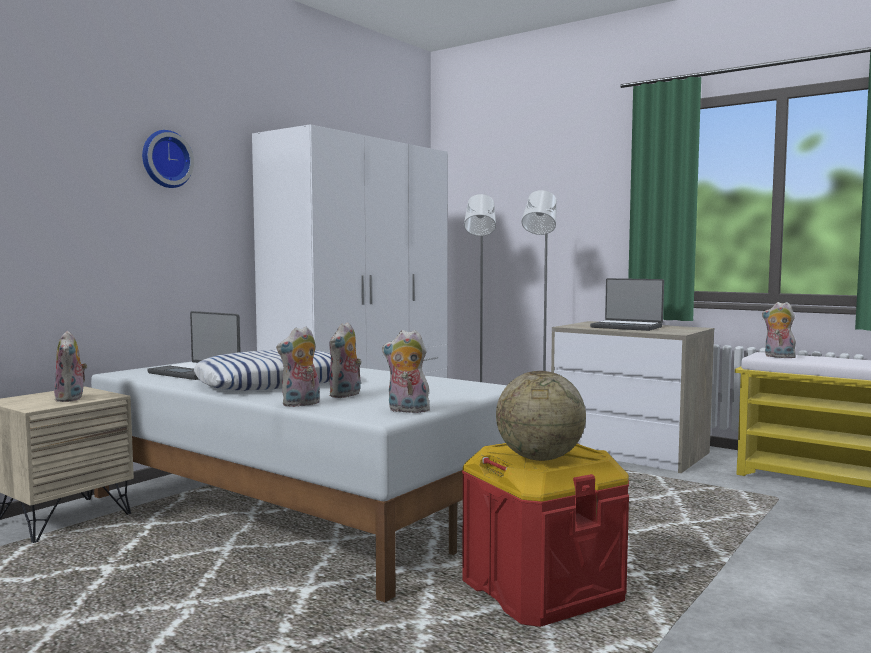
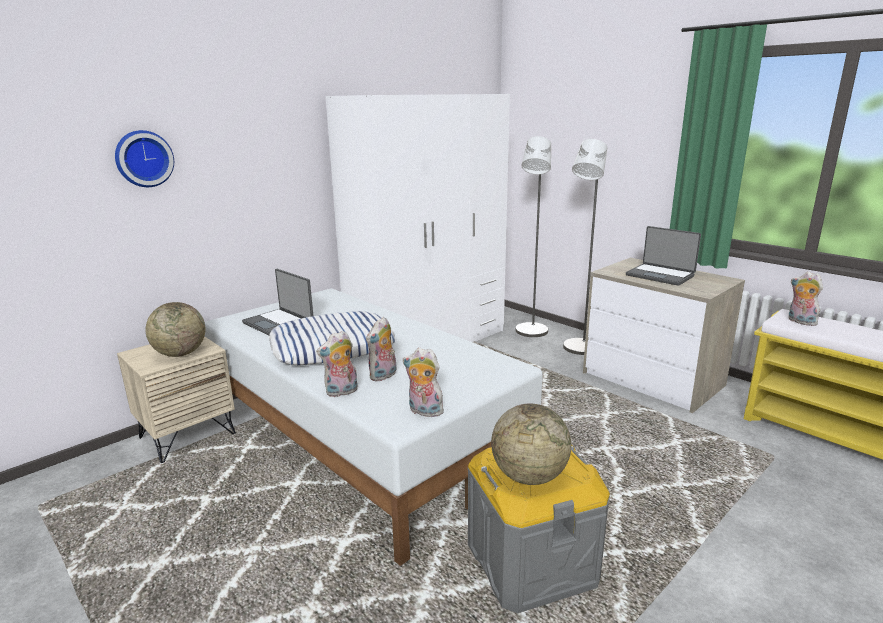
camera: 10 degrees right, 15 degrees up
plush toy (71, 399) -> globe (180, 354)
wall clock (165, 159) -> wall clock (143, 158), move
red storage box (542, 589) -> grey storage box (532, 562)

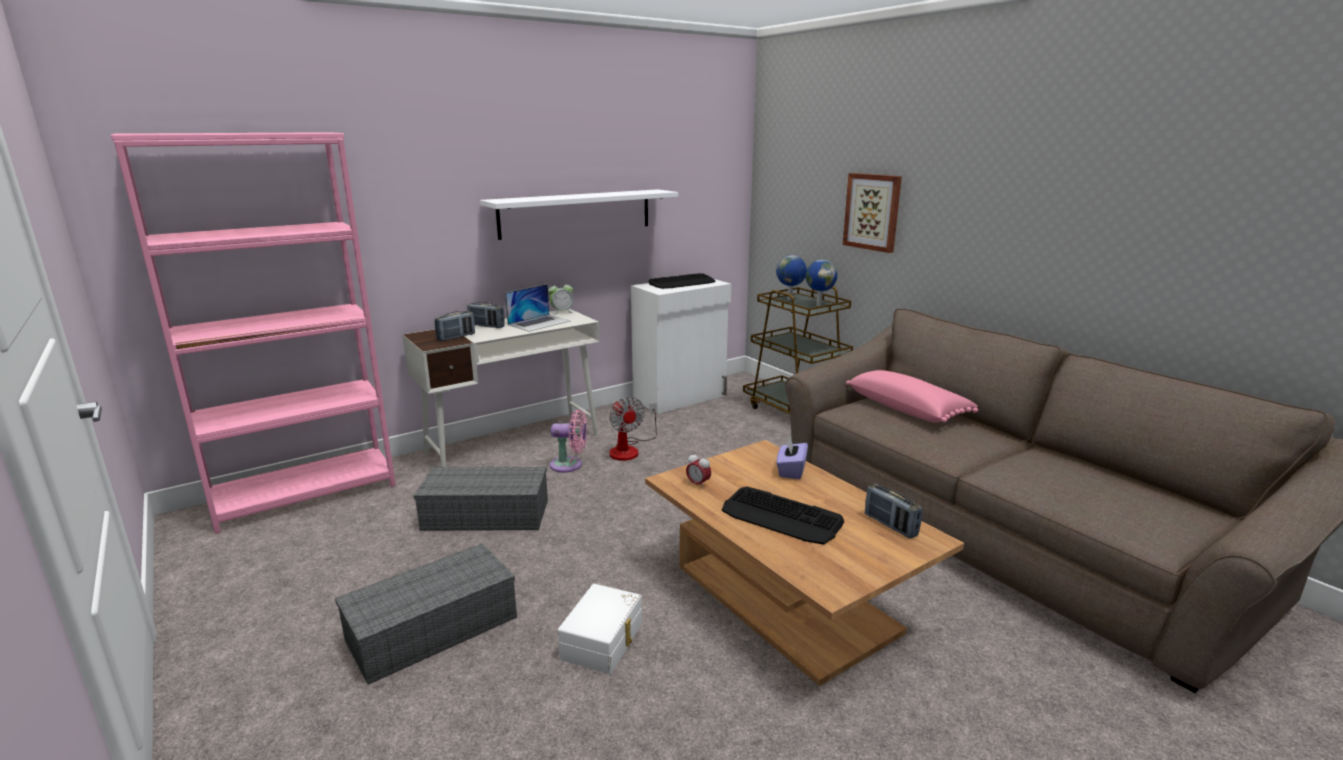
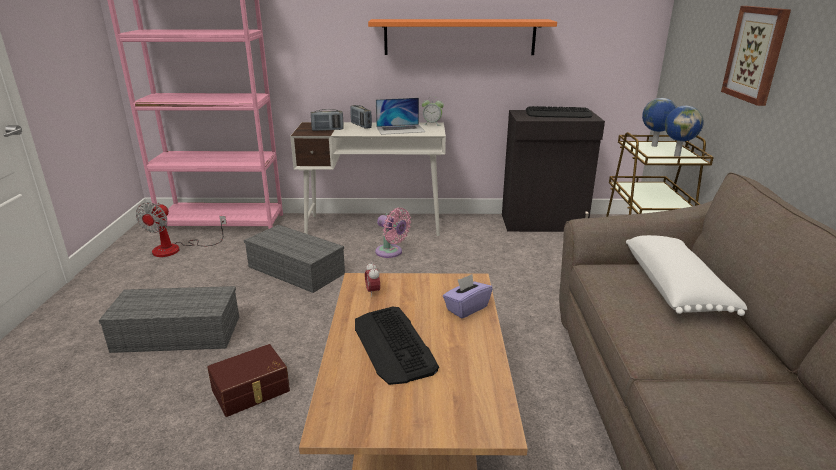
camera: 35 degrees right, 5 degrees up
white shelf (576, 213) -> orange shelf (459, 37)
white storage box (604, 641) -> brown storage box (251, 391)
fan (629, 449) -> fan (176, 249), move
white cabinet (681, 398) -> black cabinet (544, 223)
pink pillow (907, 409) -> white pillow (676, 288)
radio (890, 525) -> none

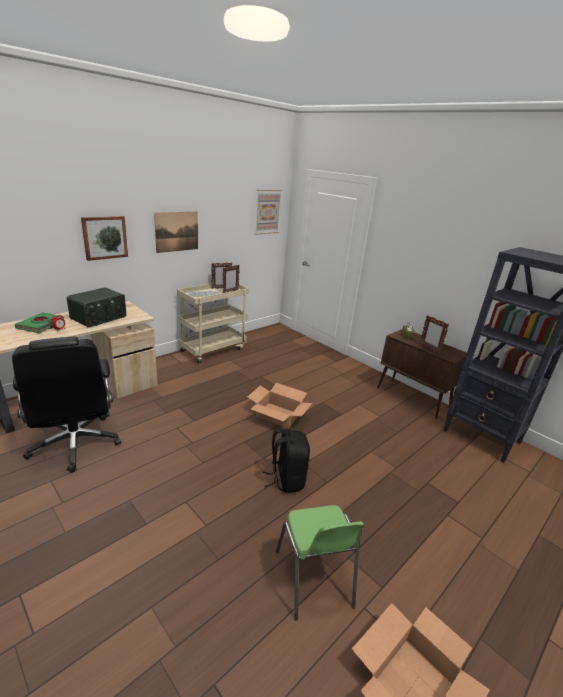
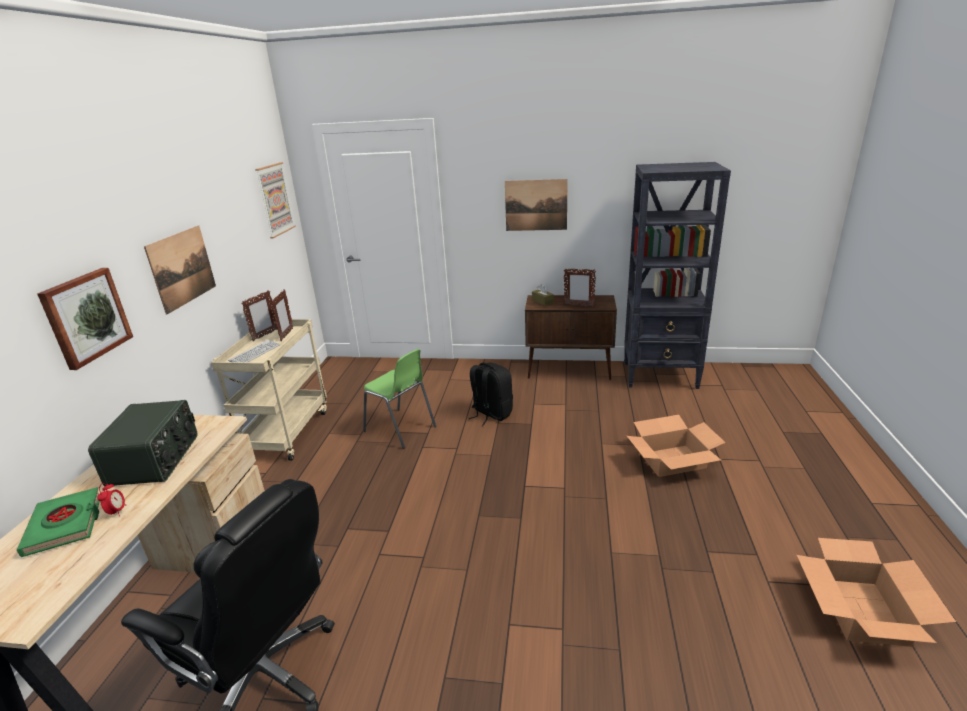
camera: 35 degrees left, 0 degrees up
cardboard box (278, 415) -> cardboard box (672, 460), move
black backpack (286, 479) -> black backpack (491, 414), move
green chair (313, 579) -> green chair (400, 429), move
none -> picture (536, 205)

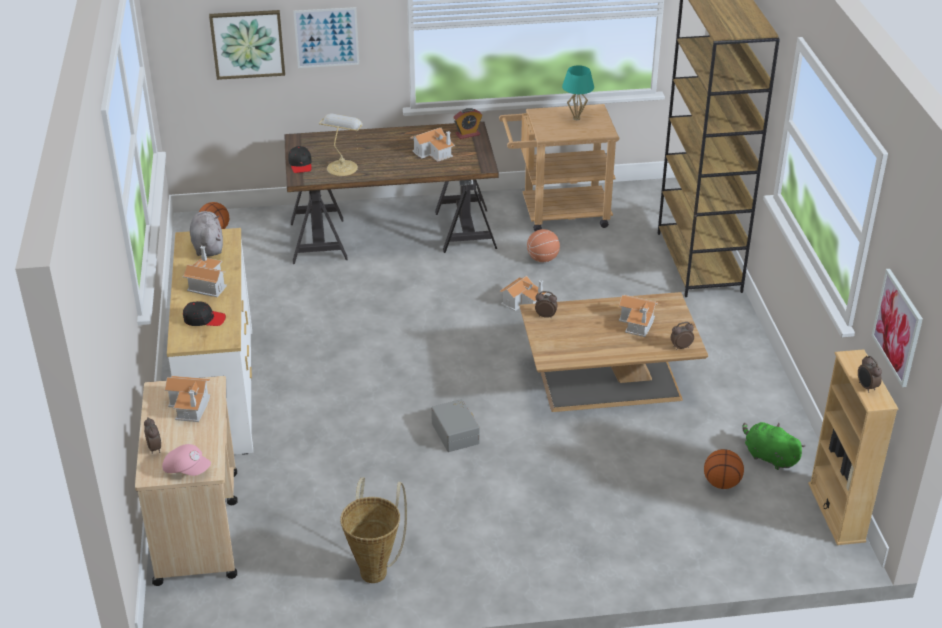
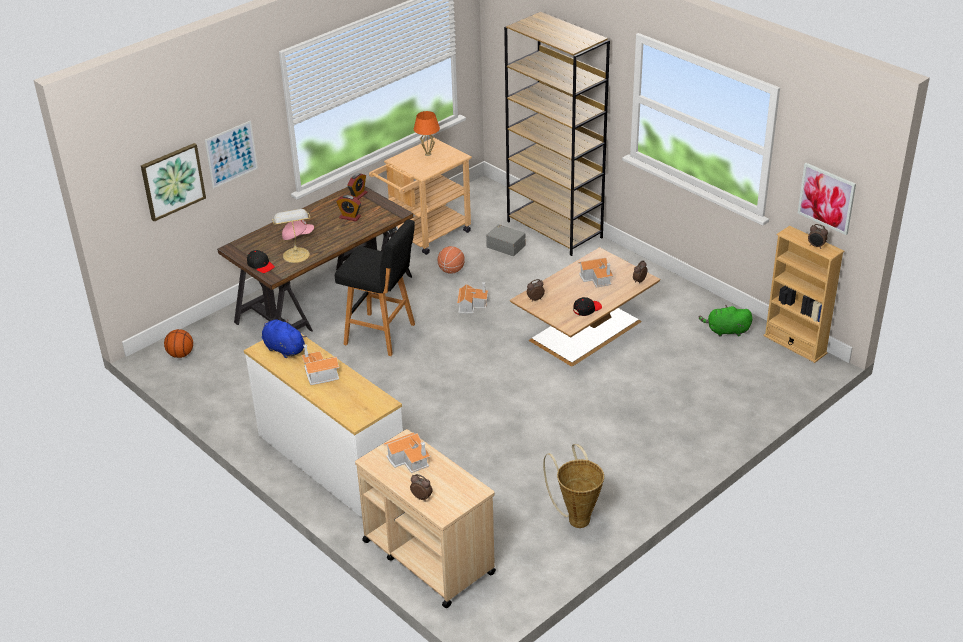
camera: 35 degrees left, 0 degrees up
pink cap (187, 469) -> pink cap (297, 235), move
black cap (204, 319) -> black cap (587, 309), move
grey plush toy (208, 246) -> blue plush toy (283, 348)
toy house (434, 152) -> alarm clock (350, 217)
grey storage box (456, 433) -> grey storage box (506, 245), move
turquoise table lamp (576, 118) -> orange table lamp (428, 154)
basketball (721, 483) -> none
none -> black stool (382, 335)

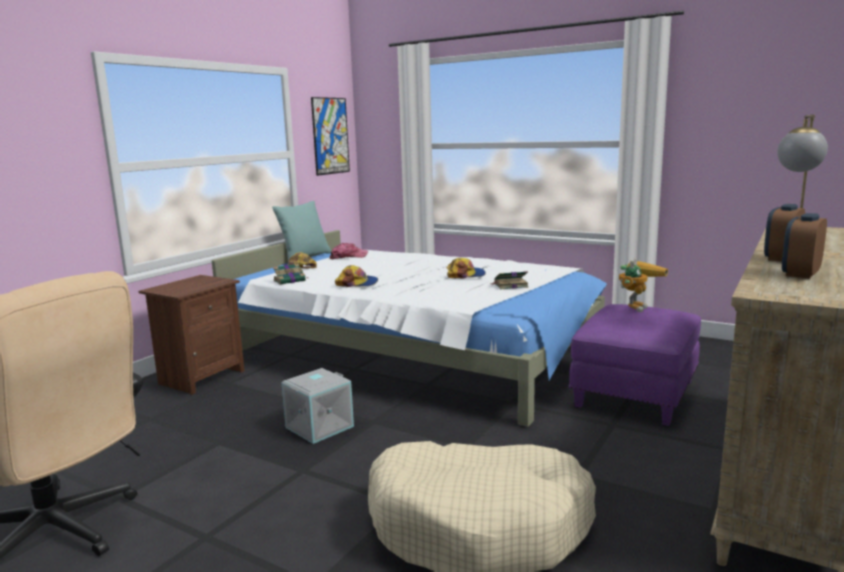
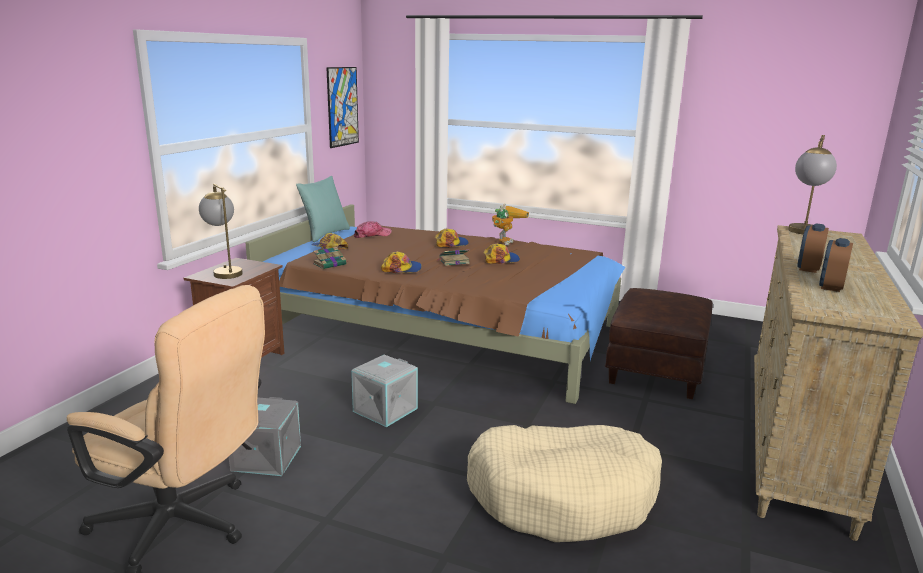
camera: 10 degrees left, 5 degrees up
white bed (413, 353) -> brown bed (444, 331)
book (510, 285) -> book (453, 261), move
purple ottoman (634, 393) -> brown ottoman (655, 368)
toy robot (636, 306) -> toy robot (505, 241), move
none -> table lamp (224, 272)
none -> grey storage box (265, 458)
none -> cap (451, 243)

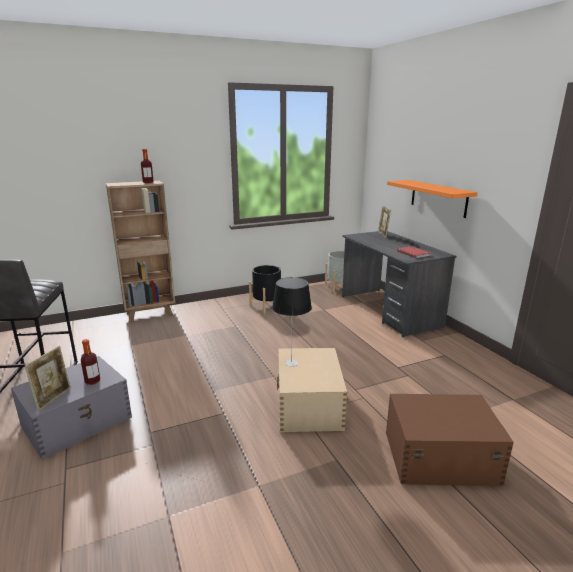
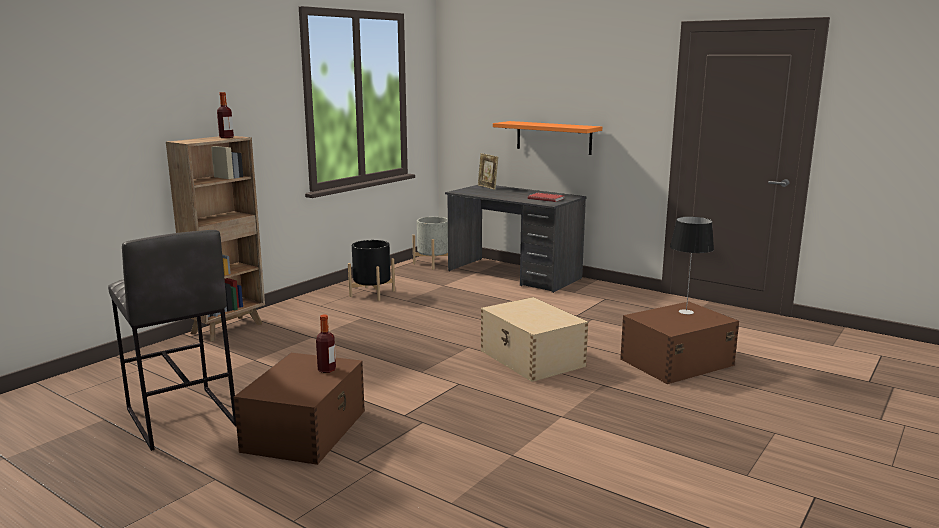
camera: 30 degrees left, 5 degrees down
grey storage box (78, 421) -> brown storage box (306, 430)
picture frame (53, 398) -> none
table lamp (292, 363) -> table lamp (686, 312), move

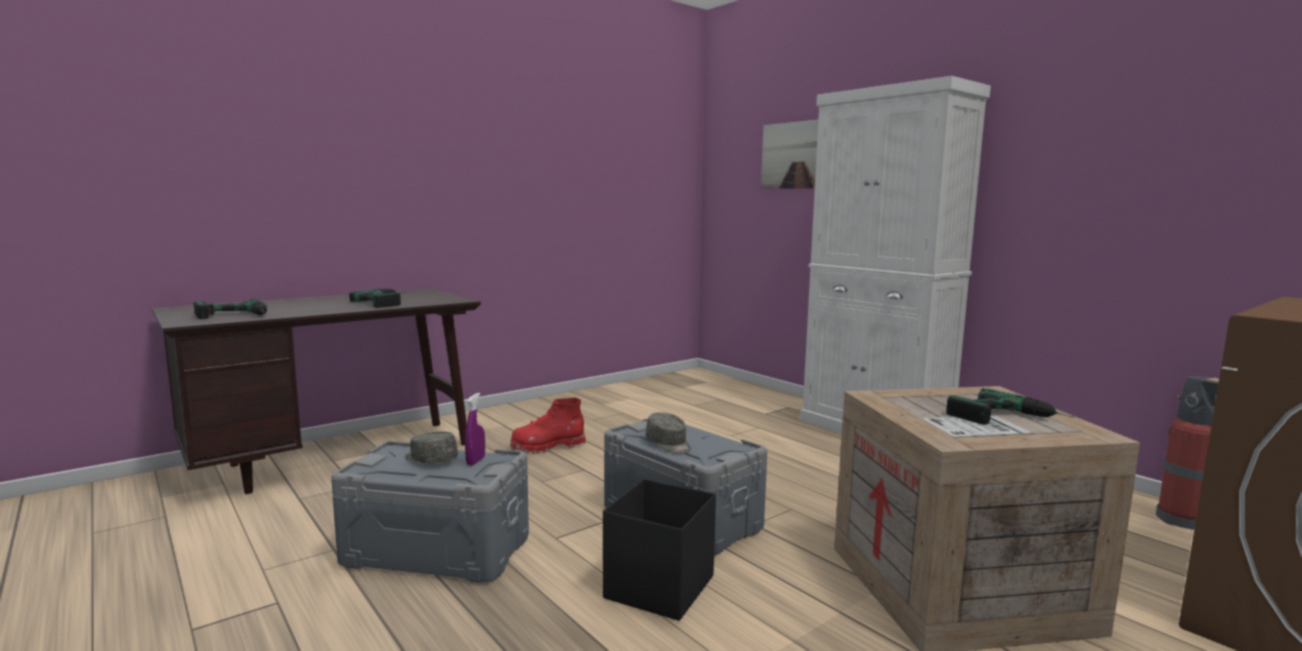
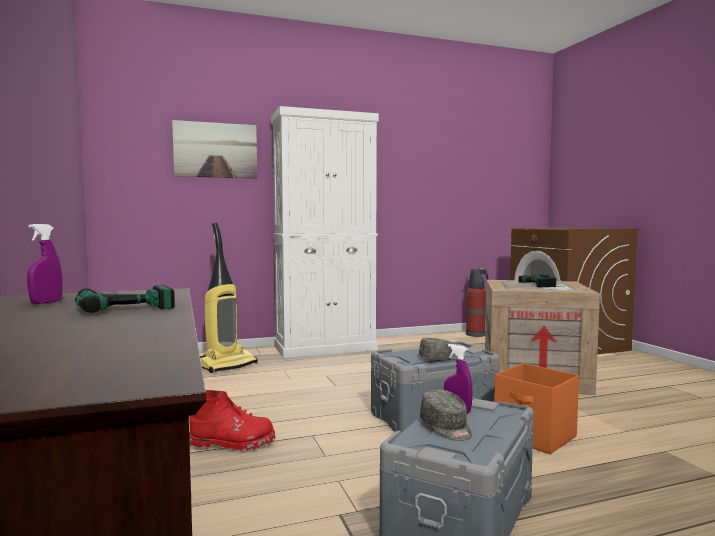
camera: 70 degrees left, 5 degrees down
power drill (234, 316) -> none
grey cap (430, 460) -> grey cap (446, 428), 75 degrees counterclockwise
red boot (547, 446) -> red boot (232, 444), 90 degrees counterclockwise
black storage box (658, 588) -> orange storage box (535, 437)
none -> purple spray bottle (46, 302)
none -> vacuum cleaner (228, 365)

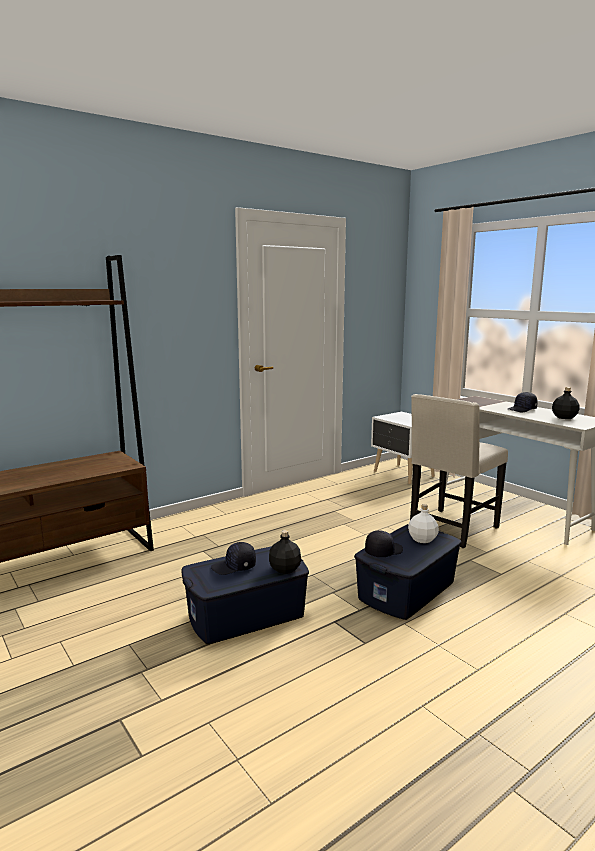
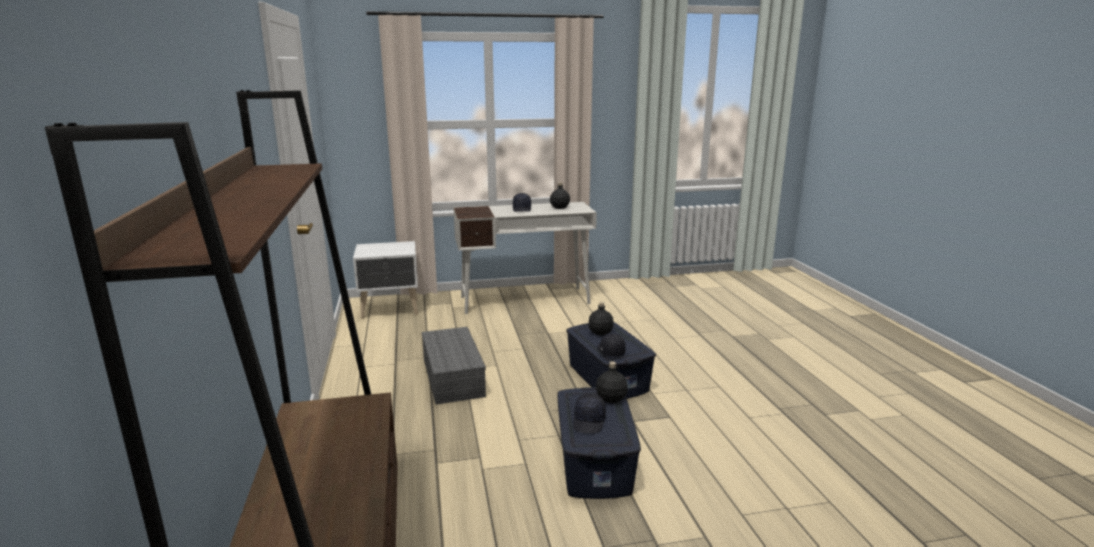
camera: 65 degrees left, 5 degrees up
white bottle (422, 539) -> black bottle (600, 332)
beige chair (451, 529) -> none
none -> grey storage box (451, 376)

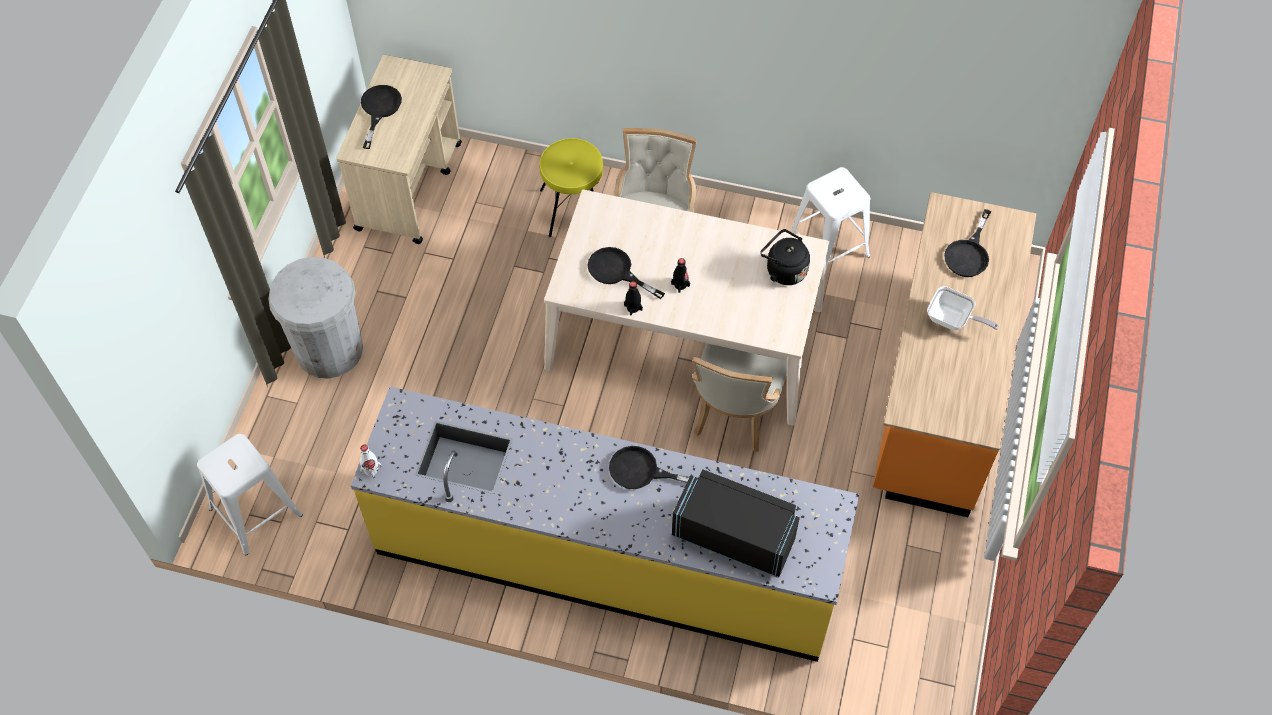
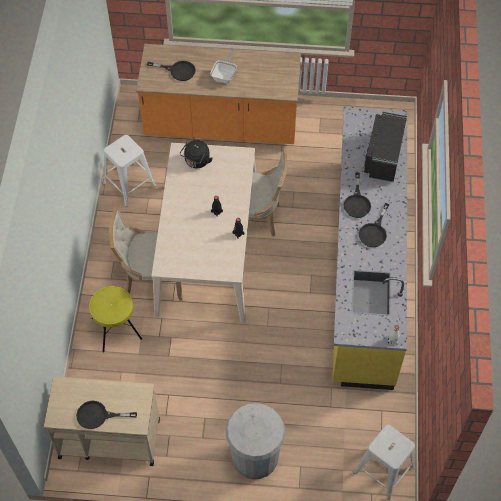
camera: 100 degrees left, 0 degrees up
black frying pan (616, 272) -> black frying pan (374, 232), move

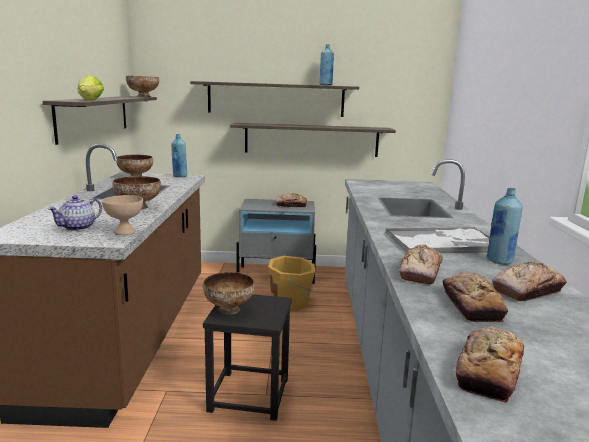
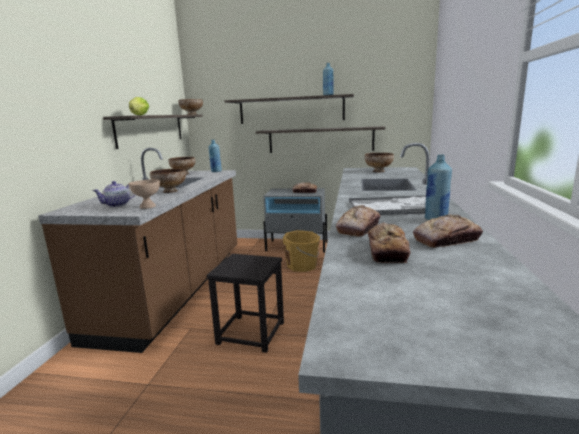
camera: 10 degrees right, 0 degrees up
bowl (228, 309) -> bowl (378, 171), move
bread (488, 371) -> none

